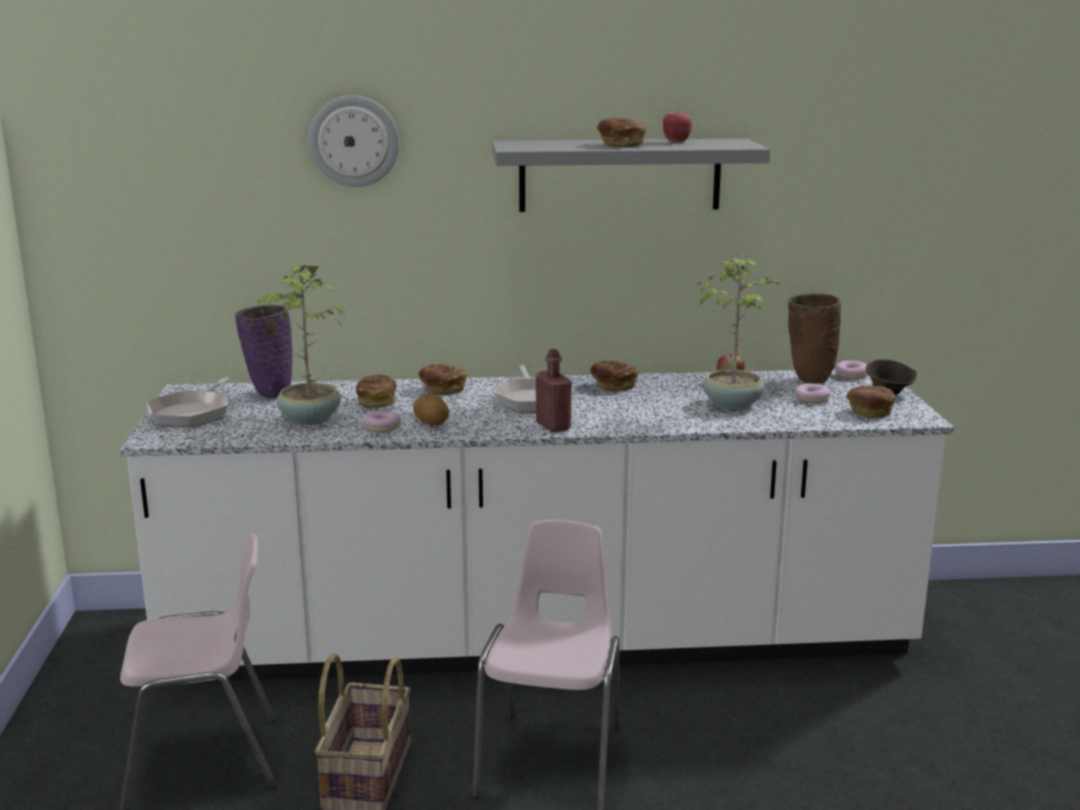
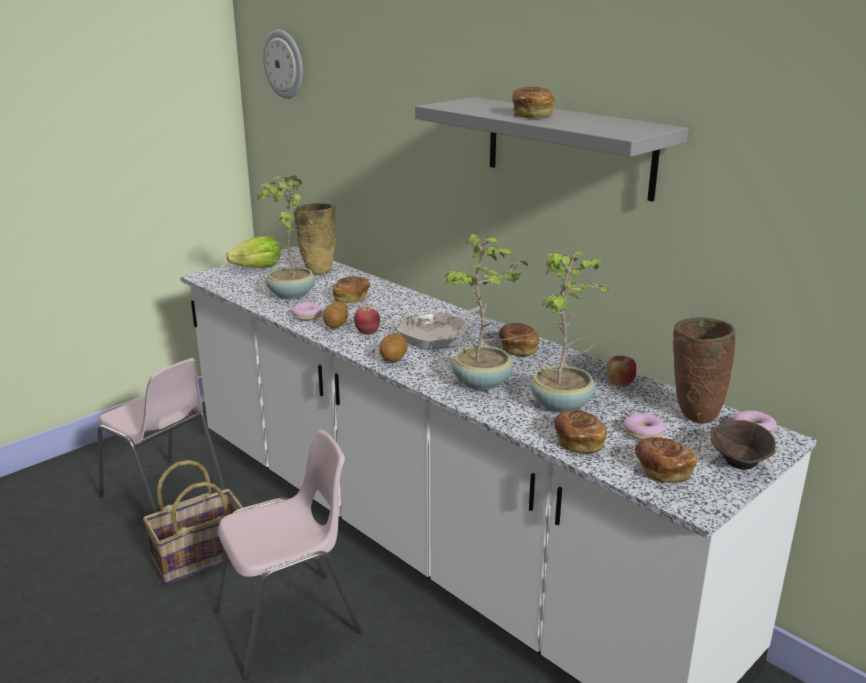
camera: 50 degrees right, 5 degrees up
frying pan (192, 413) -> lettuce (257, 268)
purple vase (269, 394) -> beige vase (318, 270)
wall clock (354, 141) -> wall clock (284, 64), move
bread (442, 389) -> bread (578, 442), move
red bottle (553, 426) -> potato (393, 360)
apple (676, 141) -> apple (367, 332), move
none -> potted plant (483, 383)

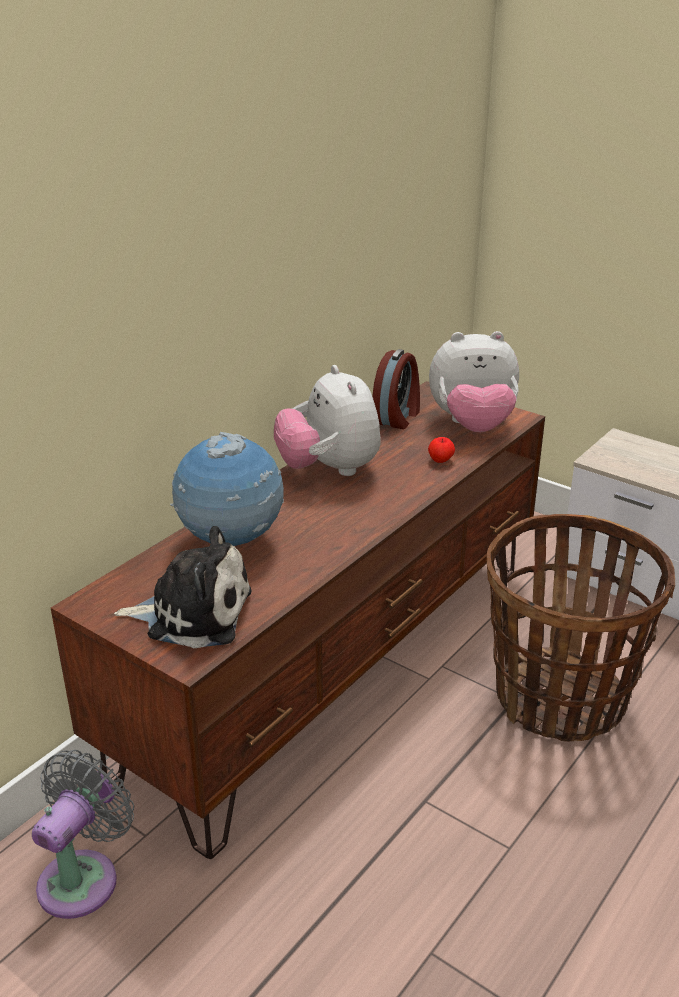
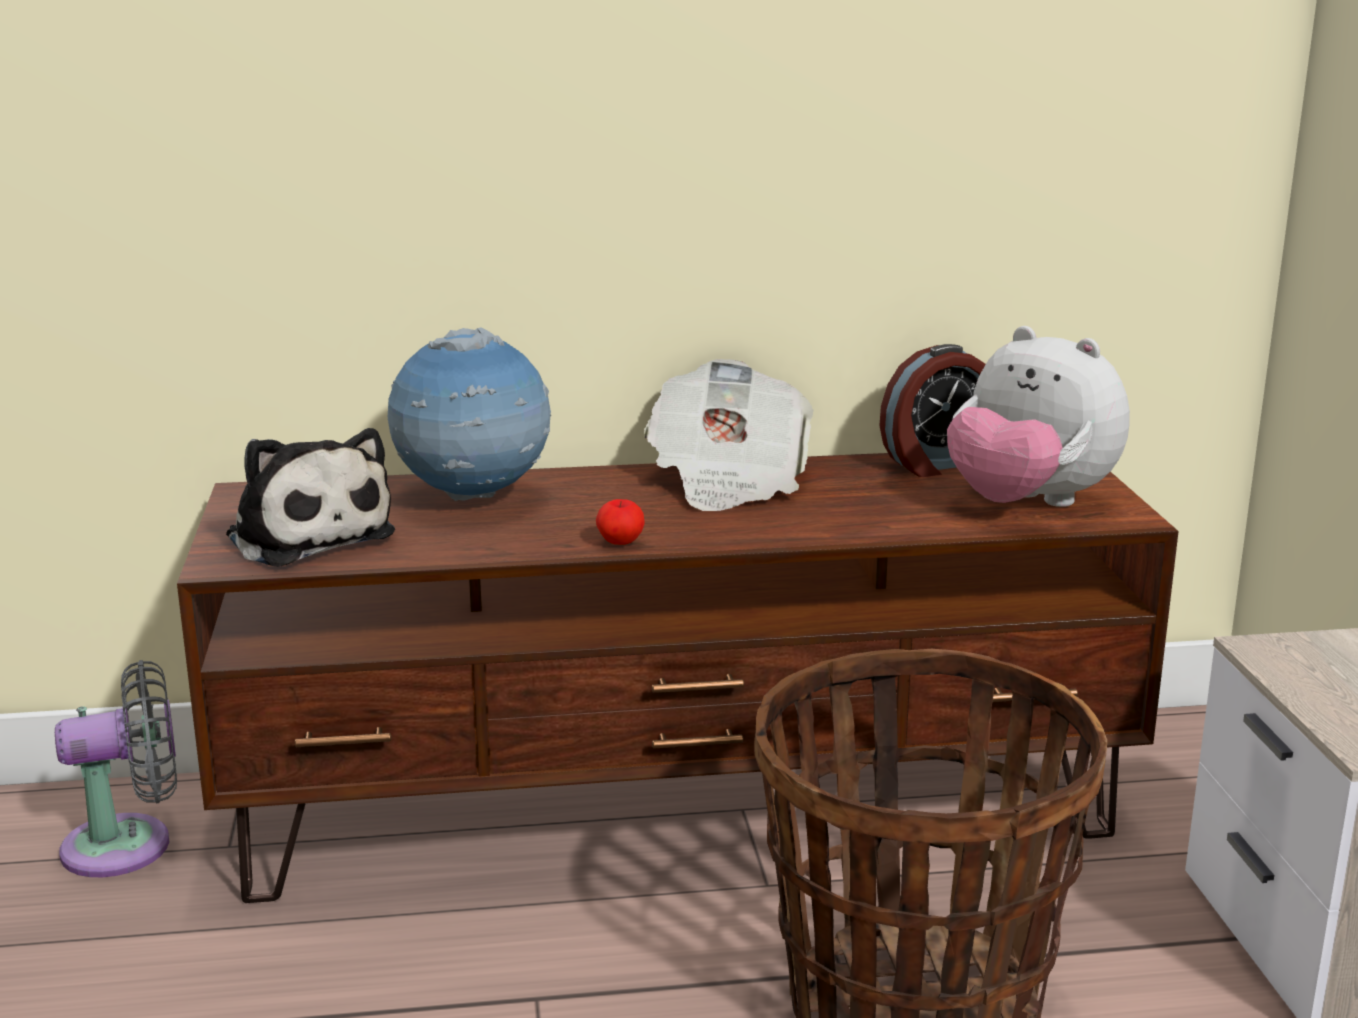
camera: 45 degrees right, 10 degrees down
plush toy (329, 470) -> newspaper (727, 481)
apple (440, 461) -> apple (620, 543), move

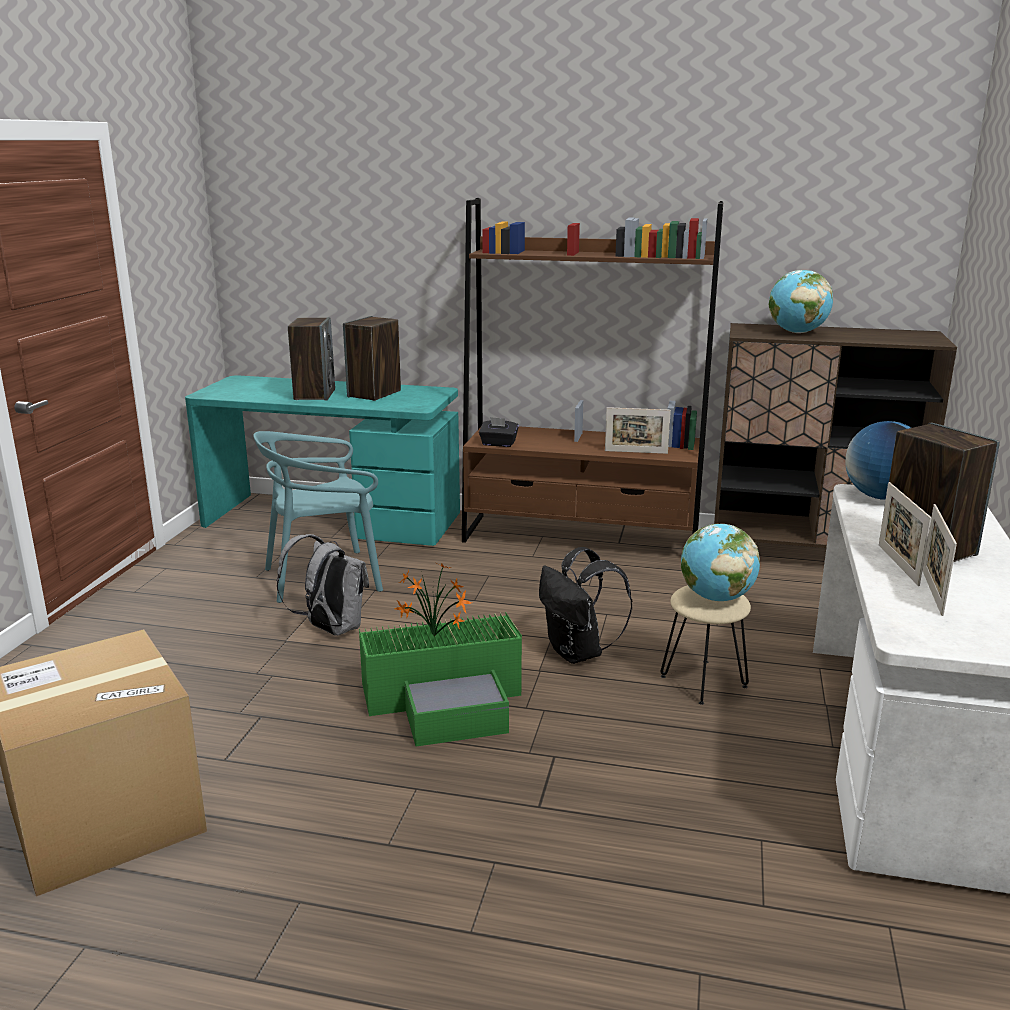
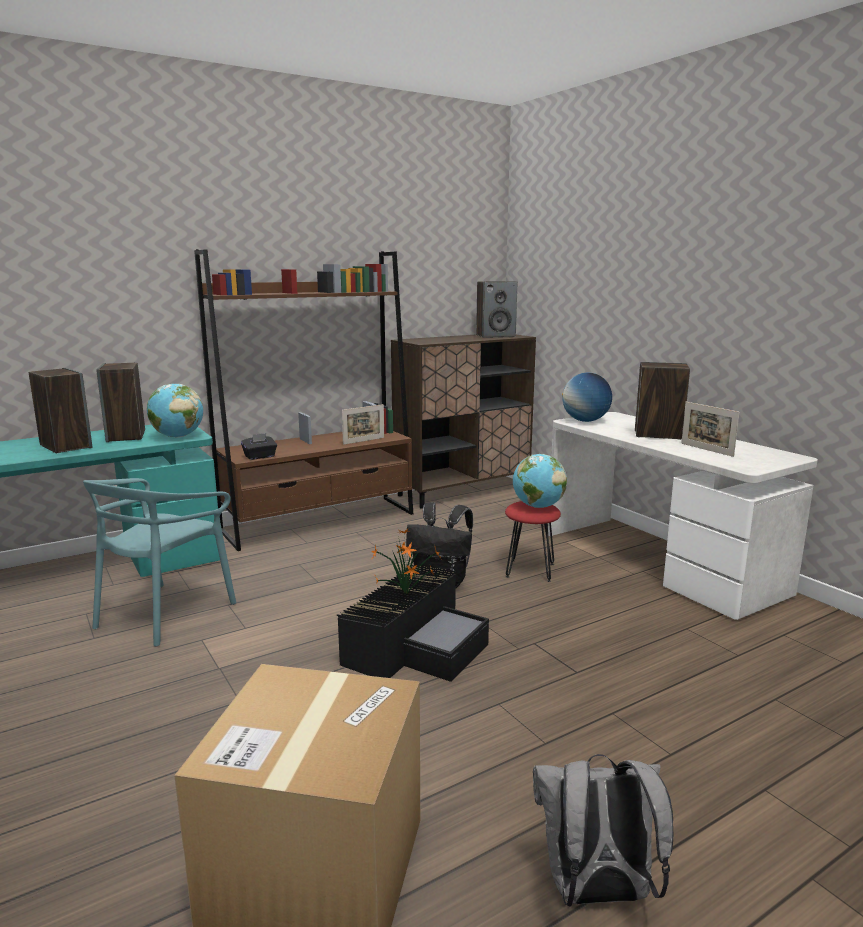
camera: 45 degrees left, 5 degrees down
grey backpack (330, 629) -> grey backpack (596, 893), move
green storage box (447, 699) -> black storage box (416, 645)
beige stool (703, 681) -> red stool (529, 570)
globe (797, 332) -> globe (177, 436), move
picture frame (898, 564) -> none
none -> speaker (495, 336)

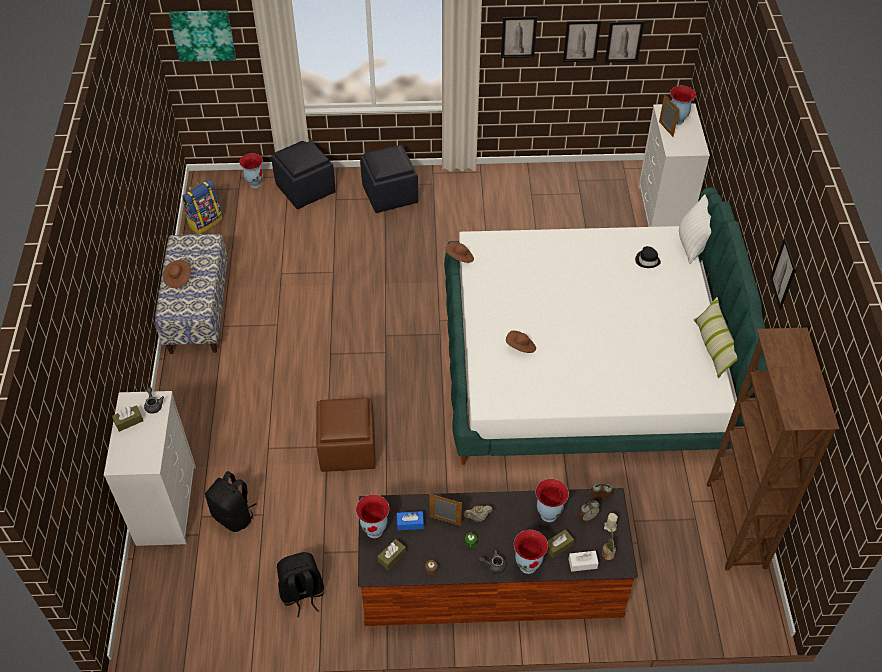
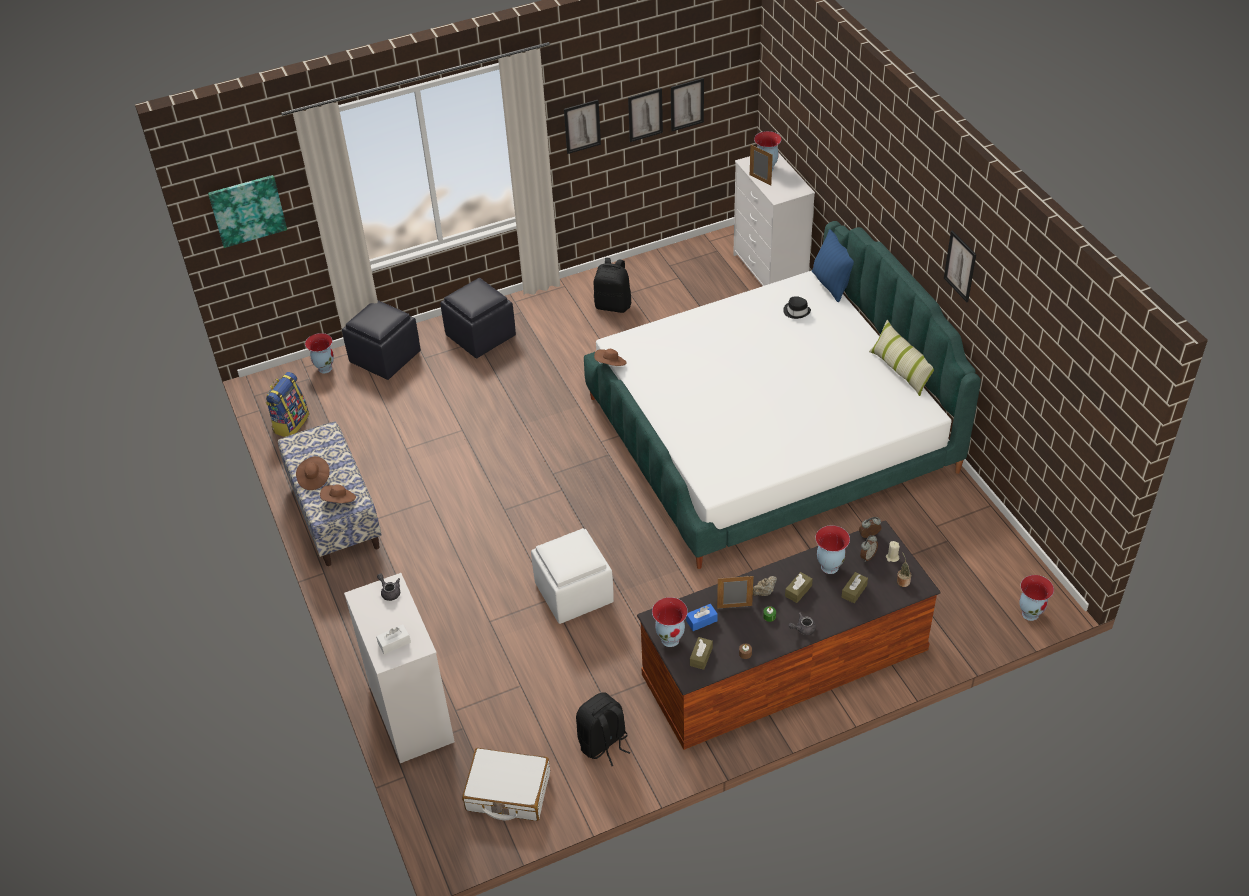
camera: 20 degrees left, 5 degrees down
brown tissue box (129, 421) -> brown tissue box (798, 591), move
black backpack (234, 516) -> black backpack (613, 305), move
brown ottoman (347, 448) -> white ottoman (573, 593)
brown hat (520, 347) -> brown hat (339, 501), move
vase (528, 565) -> vase (1030, 613), move
white tissue box (582, 563) -> white tissue box (394, 643), move
white pillow (692, 245) -> blue pillow (831, 284)
brown bookcase (735, 526) -> none
none -> white suitcase (508, 792)

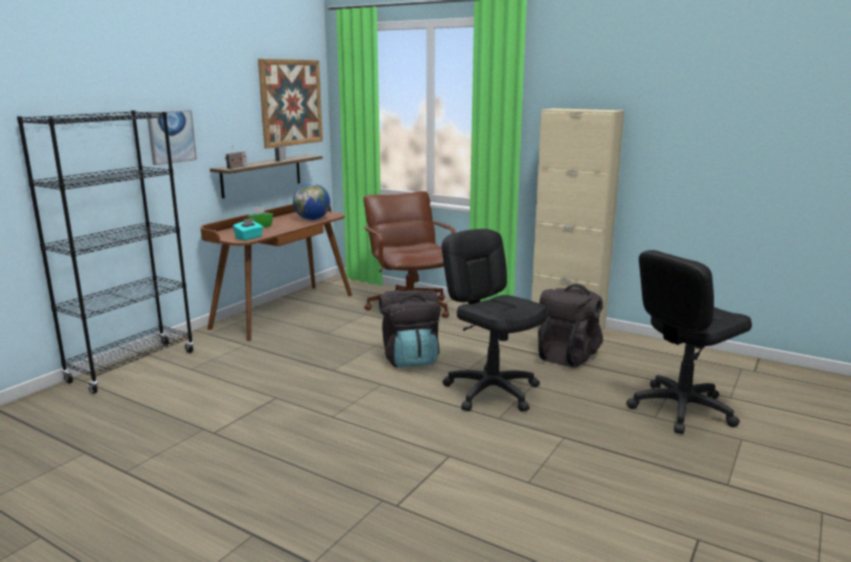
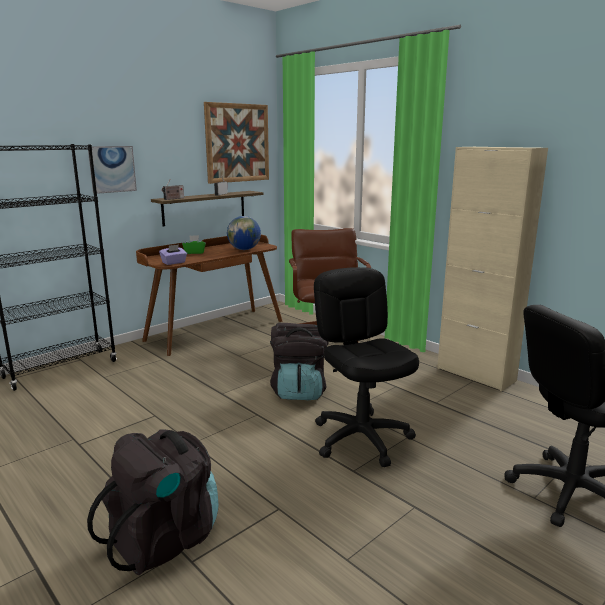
camera: 15 degrees right, 0 degrees up
turquoise tissue box (249, 238) -> purple tissue box (174, 263)
black backpack (568, 355) -> black backpack (164, 538), move

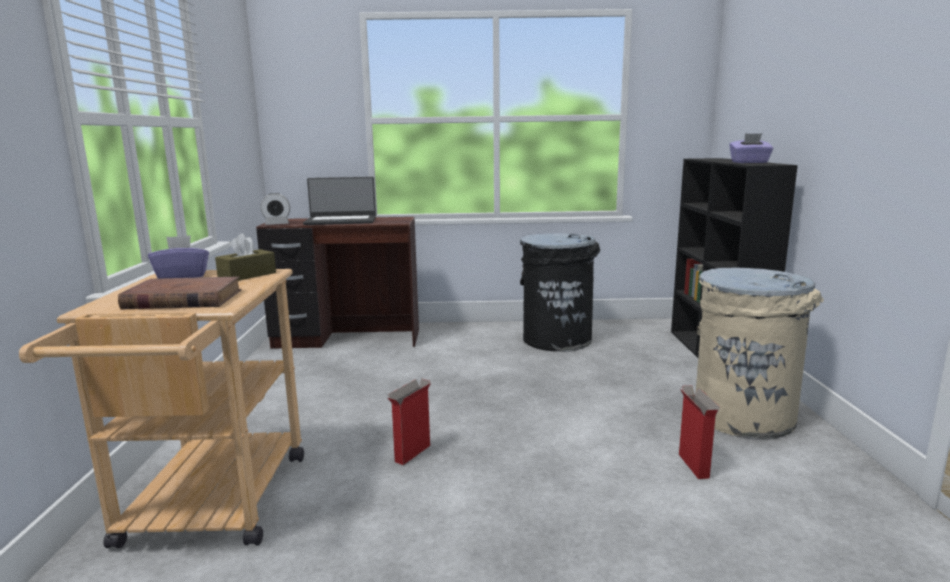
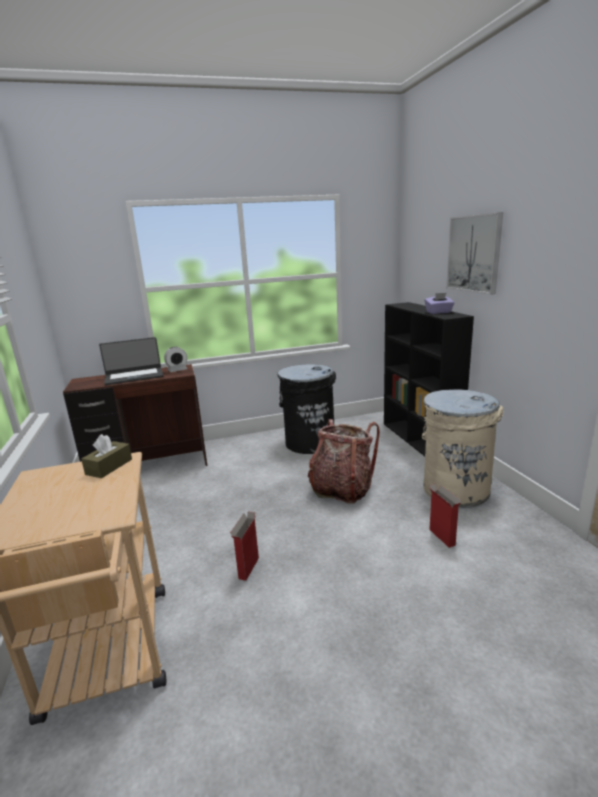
camera: 15 degrees left, 5 degrees up
brown book (183, 299) -> none
purple tissue box (183, 276) -> none
alarm clock (277, 224) -> alarm clock (177, 370), move
none -> backpack (342, 489)
none -> picture (474, 253)

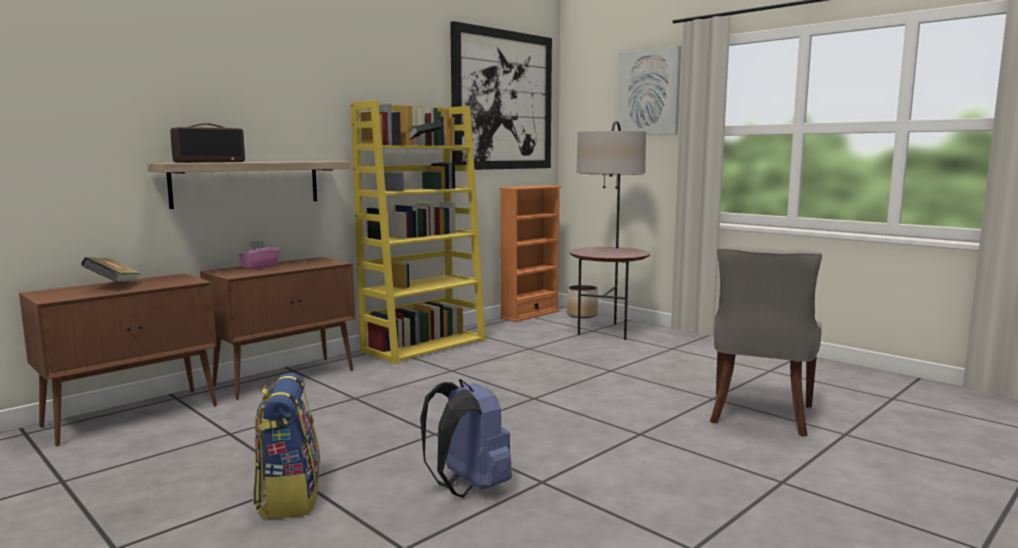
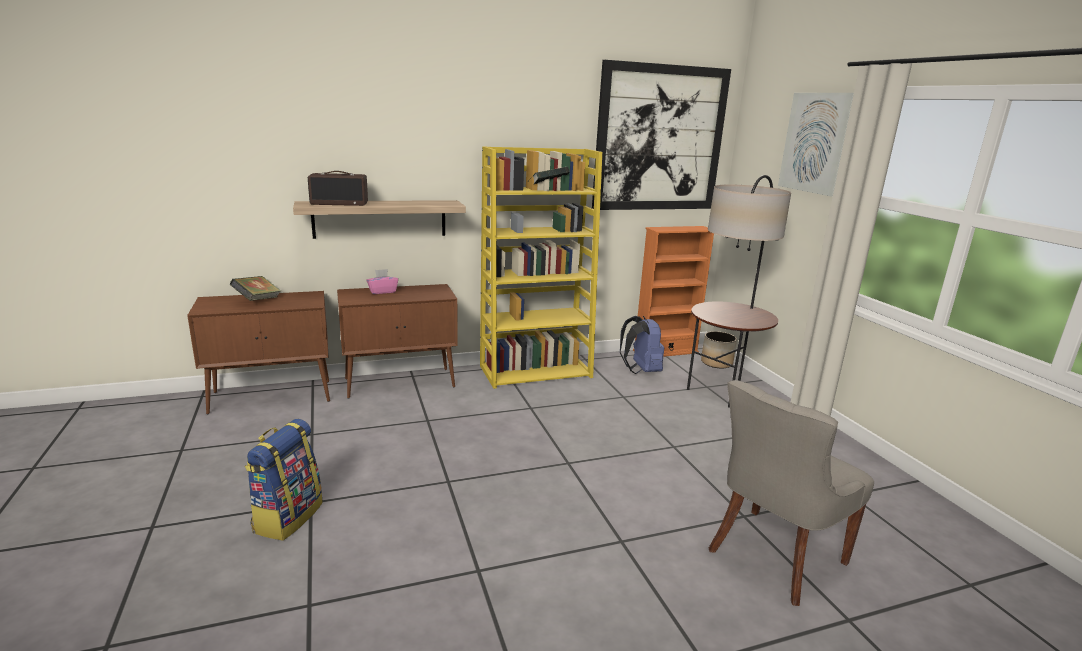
camera: 25 degrees right, 10 degrees up
blue backpack (468, 487) -> blue backpack (641, 371), move

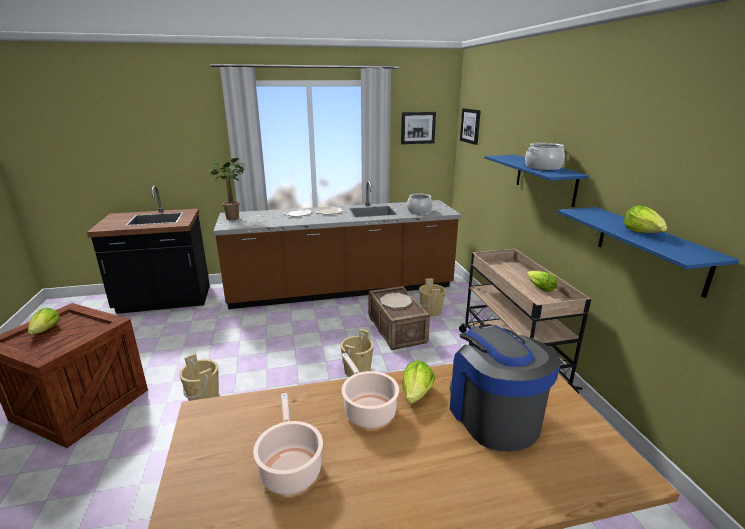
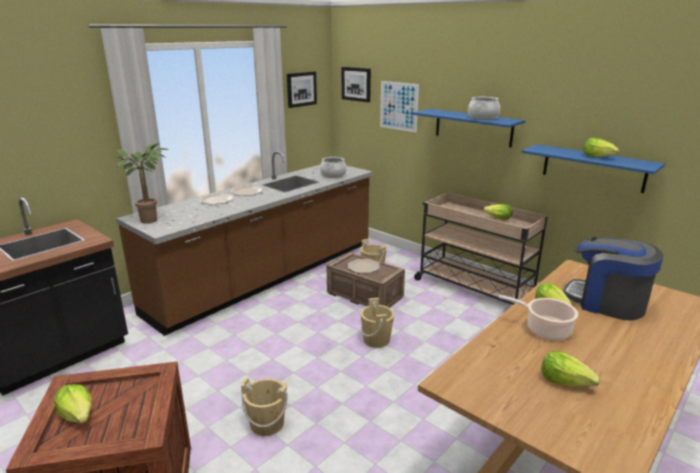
camera: 35 degrees left, 0 degrees up
cooking pot (290, 468) -> lettuce (565, 381)
none -> picture (398, 106)

